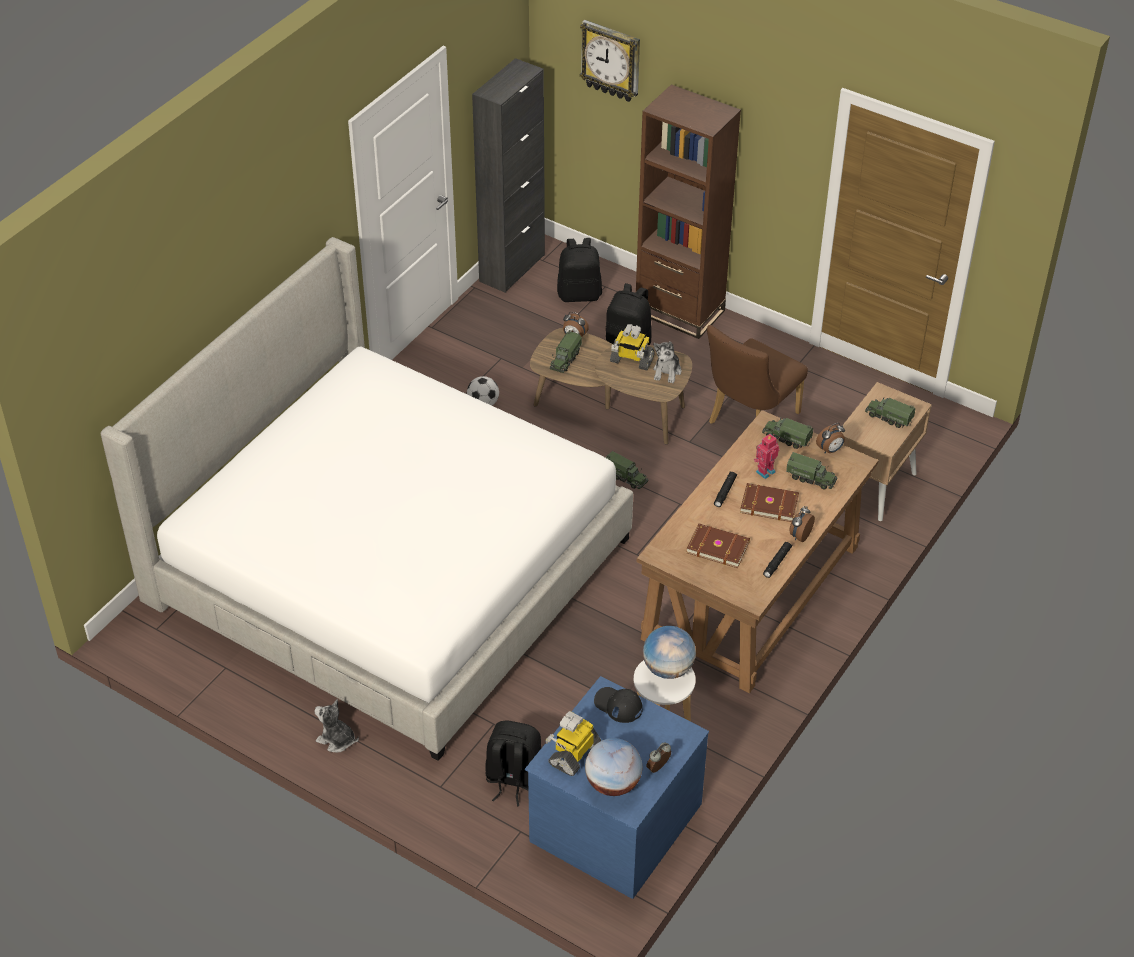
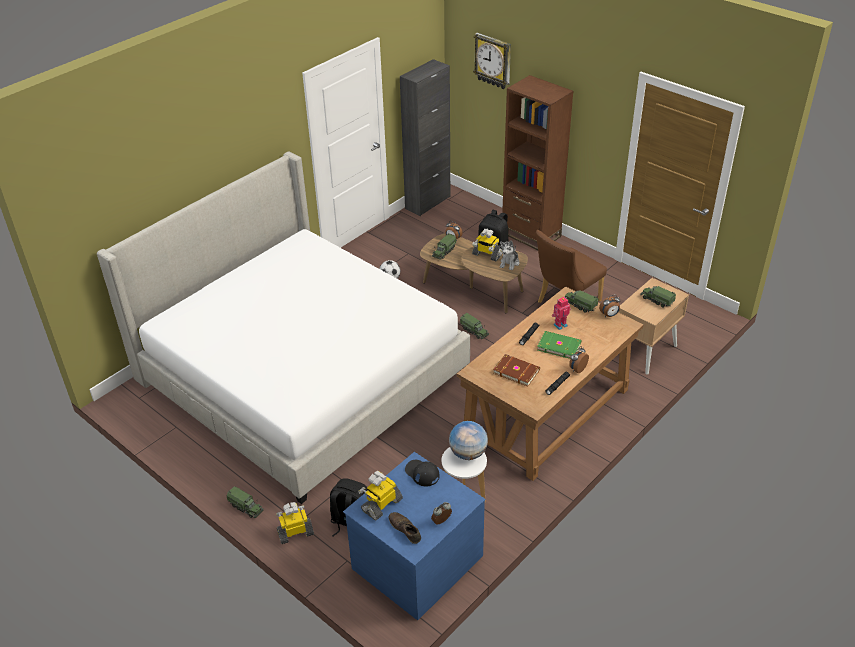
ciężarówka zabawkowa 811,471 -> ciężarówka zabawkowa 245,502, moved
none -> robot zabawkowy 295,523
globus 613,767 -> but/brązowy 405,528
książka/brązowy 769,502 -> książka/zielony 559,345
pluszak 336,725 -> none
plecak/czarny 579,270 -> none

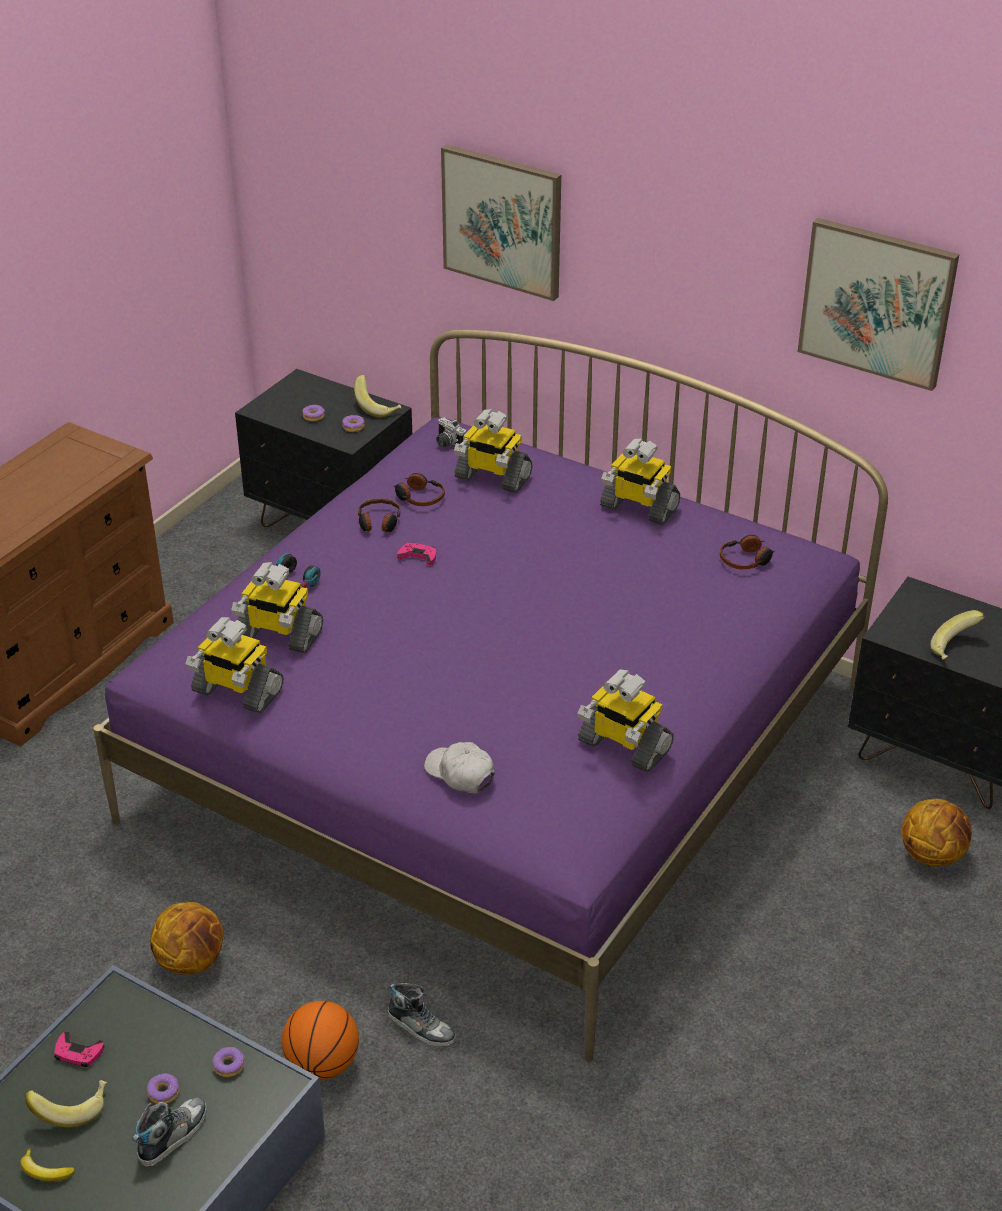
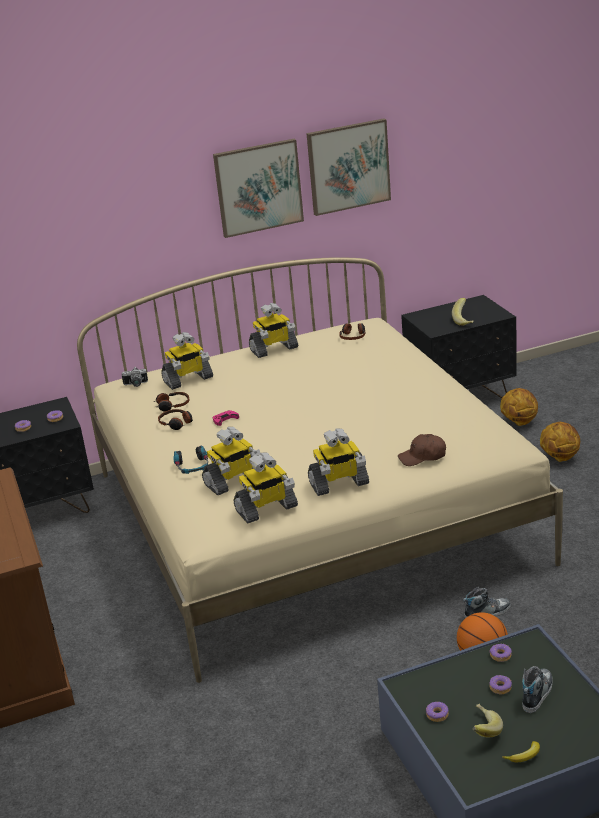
łóżko/fioletowy 490,696 -> łóżko/beżowy 320,470
obraz 501,222 -> obraz 258,188, moved
robot zabawkowy 626,721 -> robot zabawkowy 338,462, moved
czapka z daszkiem/biały 459,768 -> czapka z daszkiem/brązowy 422,450
pad do gier/różowy 79,1049 -> donut 437,712
but 170,1132 -> but 537,689, 45 degrees clockwise
piłka do koszykówki 186,938 -> piłka do koszykówki 560,442, moved
banan 378,396 -> none

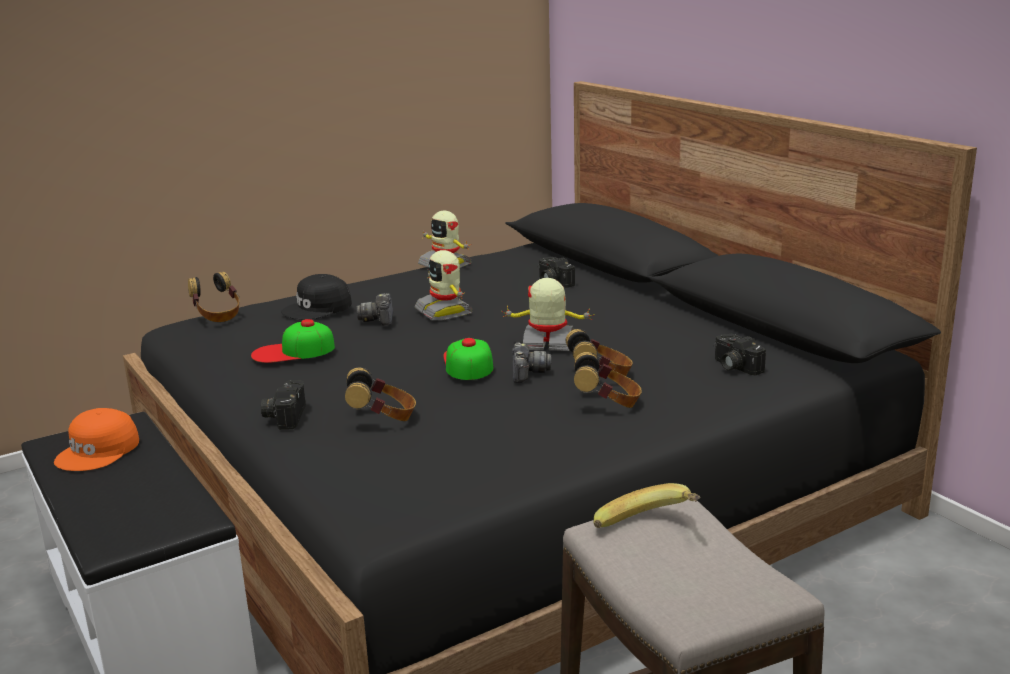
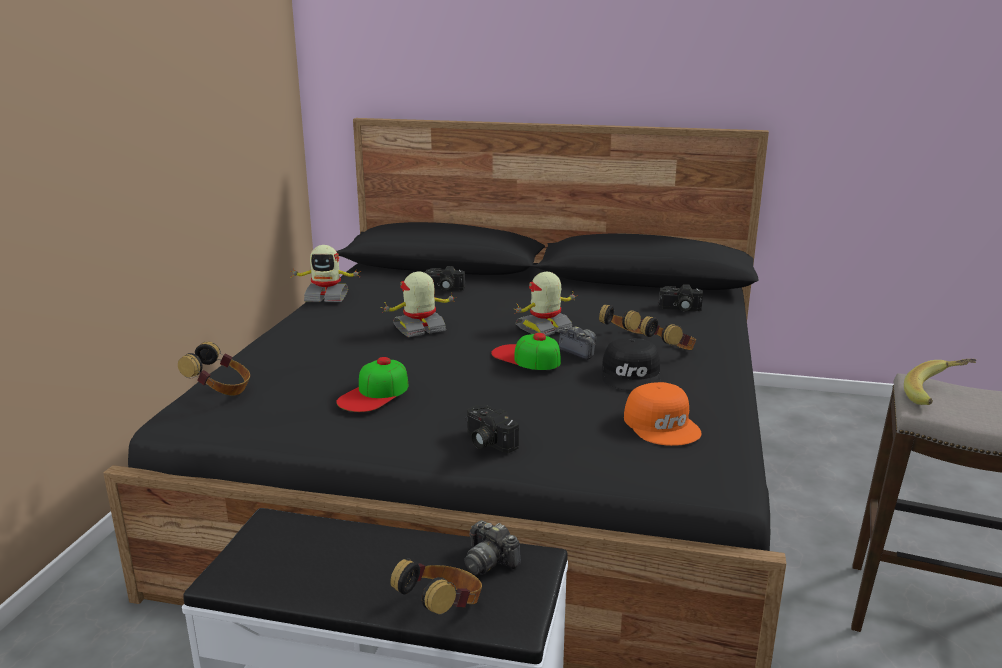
robot zabawkowy 444,285 -> robot zabawkowy 419,304, 135 degrees clockwise
słuchawki 380,394 -> słuchawki 436,587, moved
aparat fotograficzny 374,309 -> aparat fotograficzny 493,547, moved
czapka z daszkiem/czarny 316,296 -> czapka z daszkiem/czarny 631,364, moved
czapka z daszkiem/pomarańczowy 96,439 -> czapka z daszkiem/pomarańczowy 663,414, moved

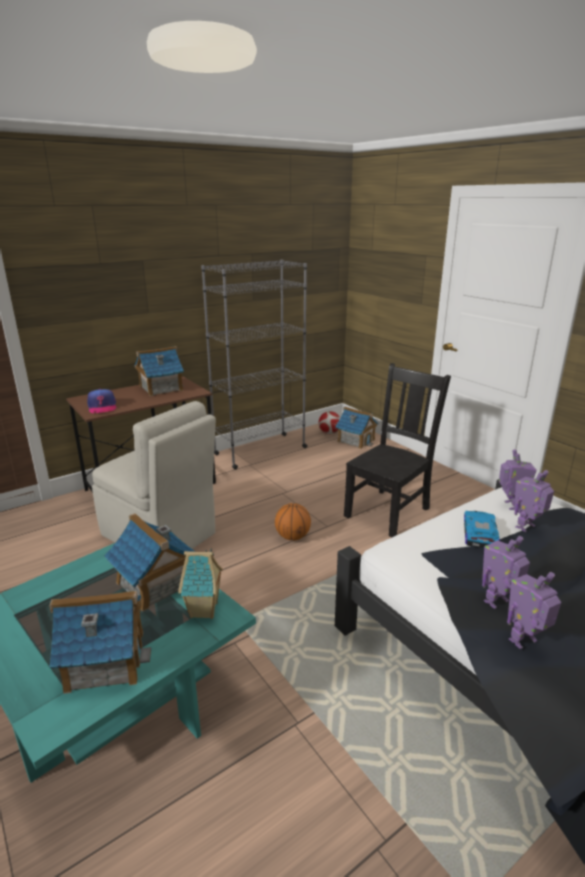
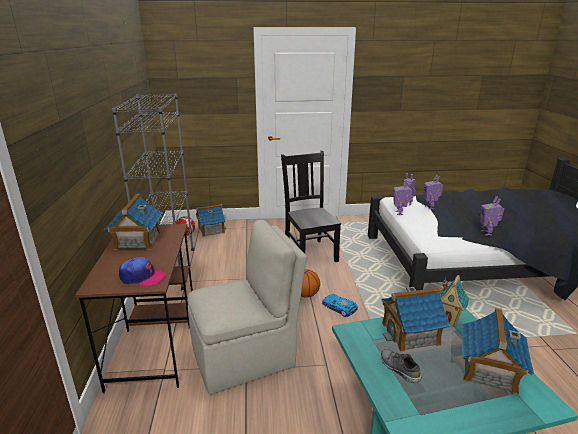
samochodzik 481,530 -> samochodzik 340,305, moved
none -> but/szary 401,366
robot zabawkowy 534,610 -> robot zabawkowy 402,197, moved

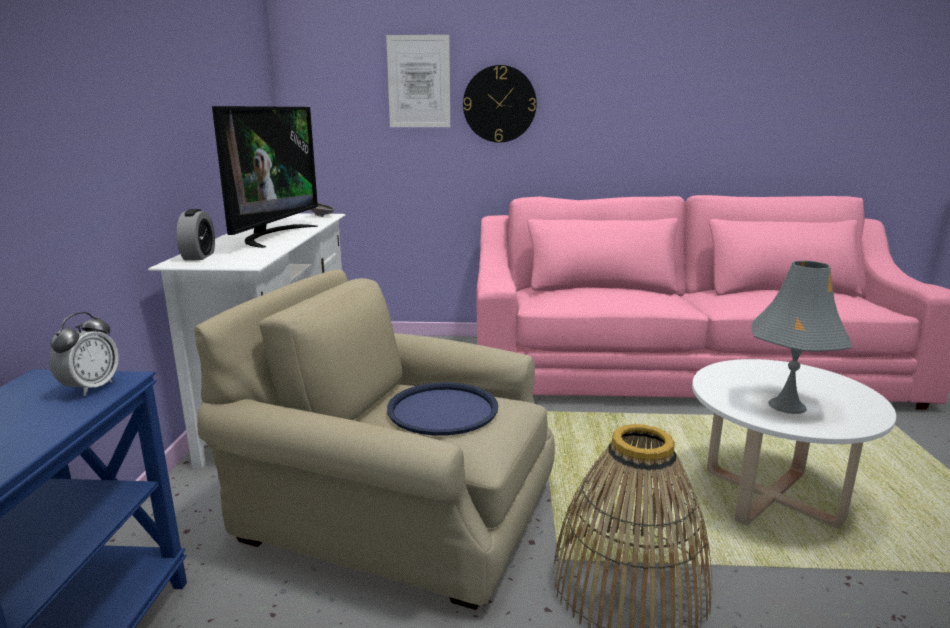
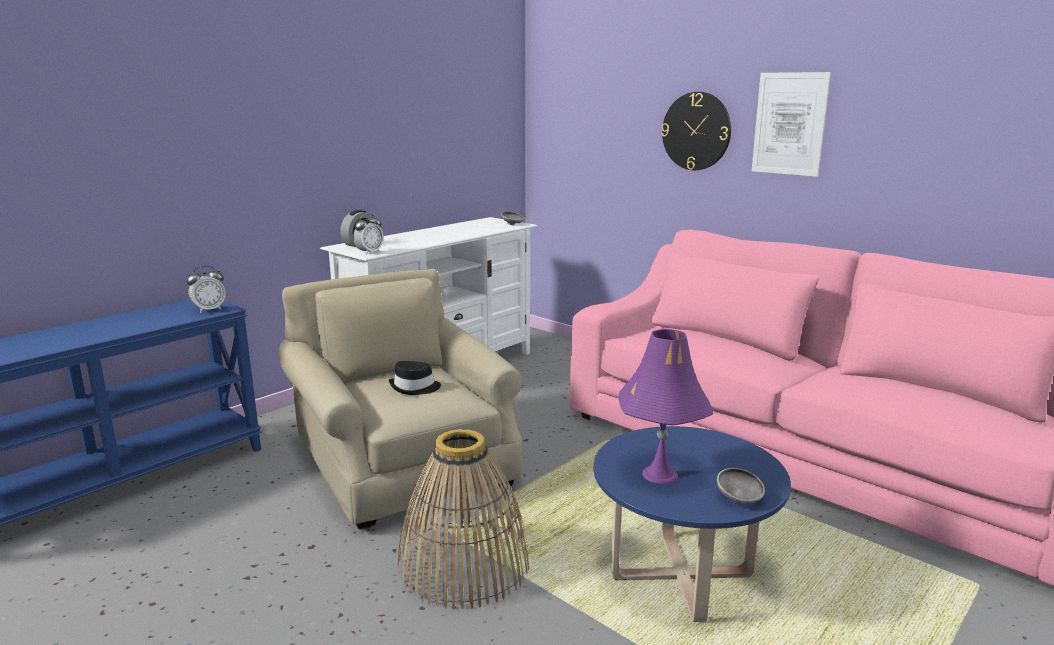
none -> budzik 368,234
taca/niebieski 442,409 -> kapelusz/czarny 415,378
ława/biały 794,444 -> ława/niebieski 692,524
lampa stołowa/szary 801,337 -> lampa stołowa/fioletowy 666,406
none -> miska/szary 741,486
obraz 418,81 -> obraz 791,124, moved
telewizor 265,177 -> none

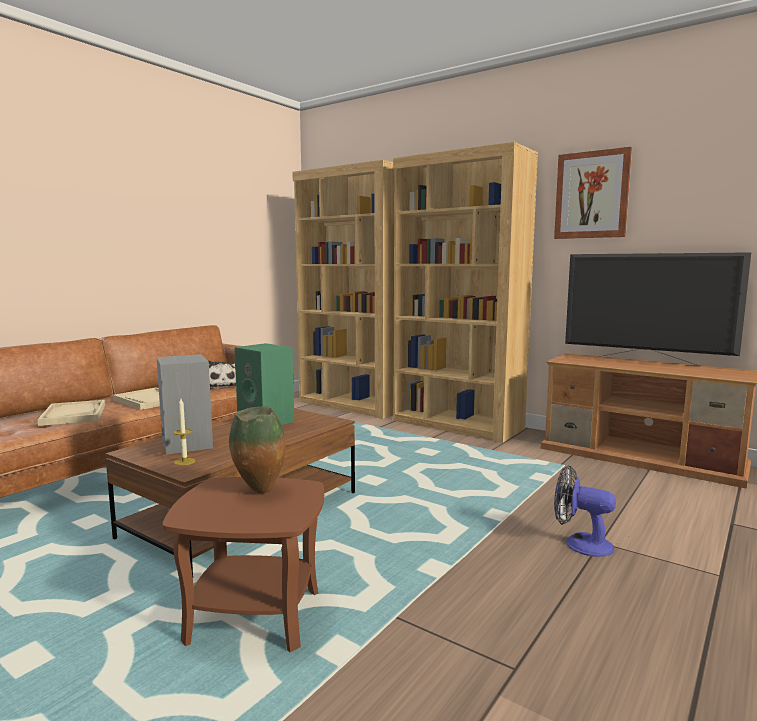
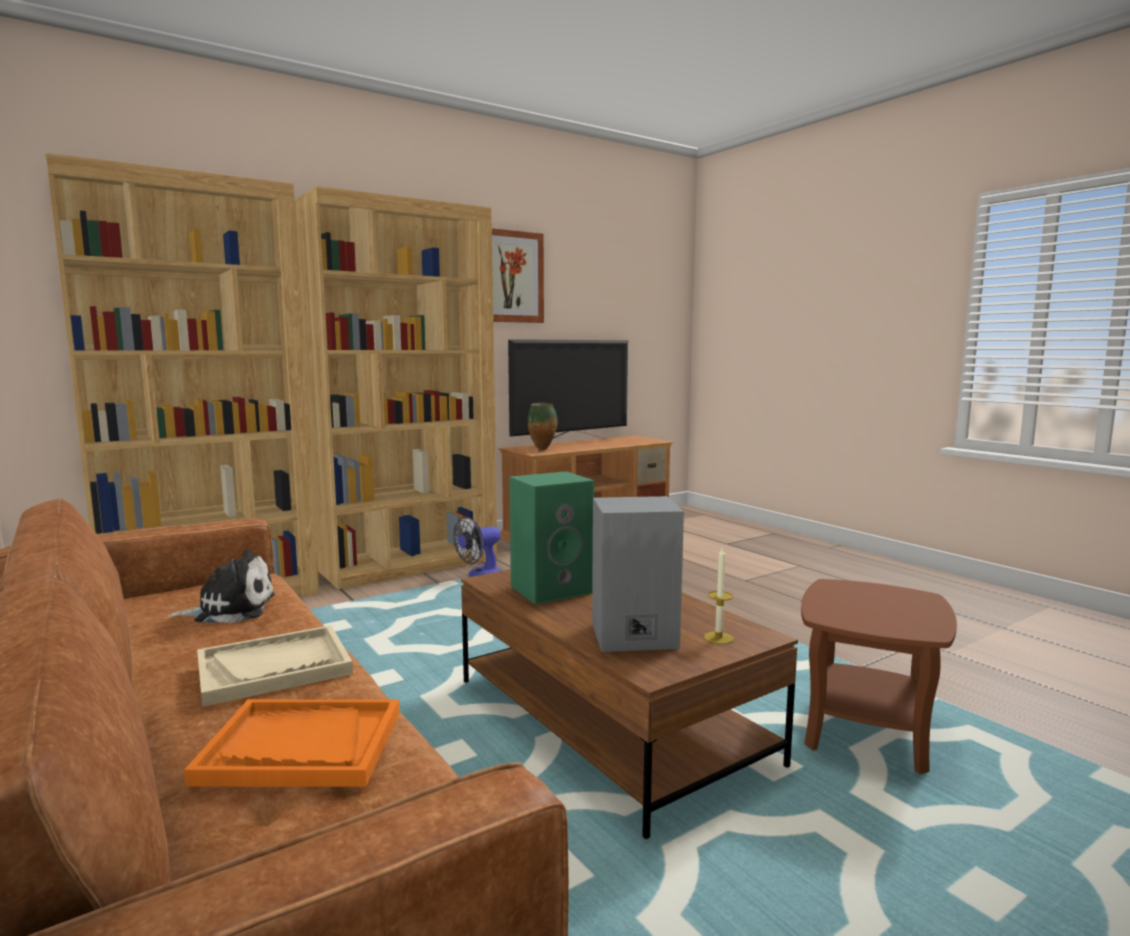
taca/beżowy 71,413 -> taca/pomarańczowy 291,743
wentylator 585,511 -> wentylator 478,546, moved
wazon 257,450 -> wazon 543,426, moved

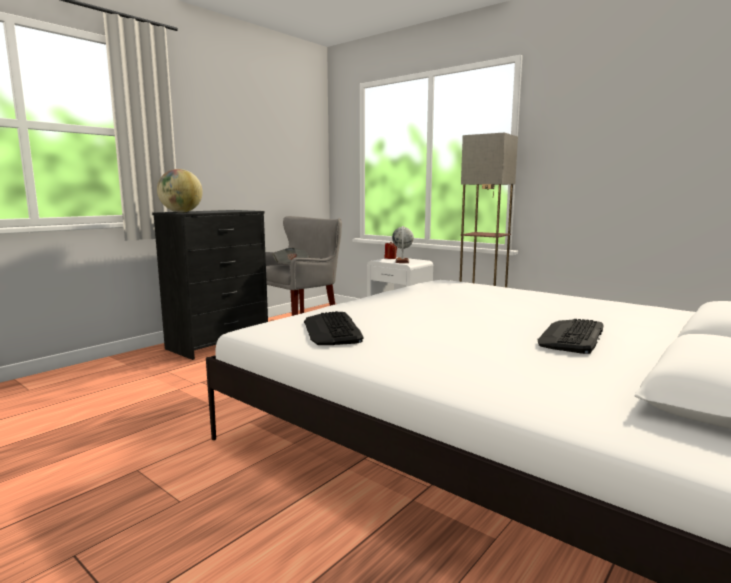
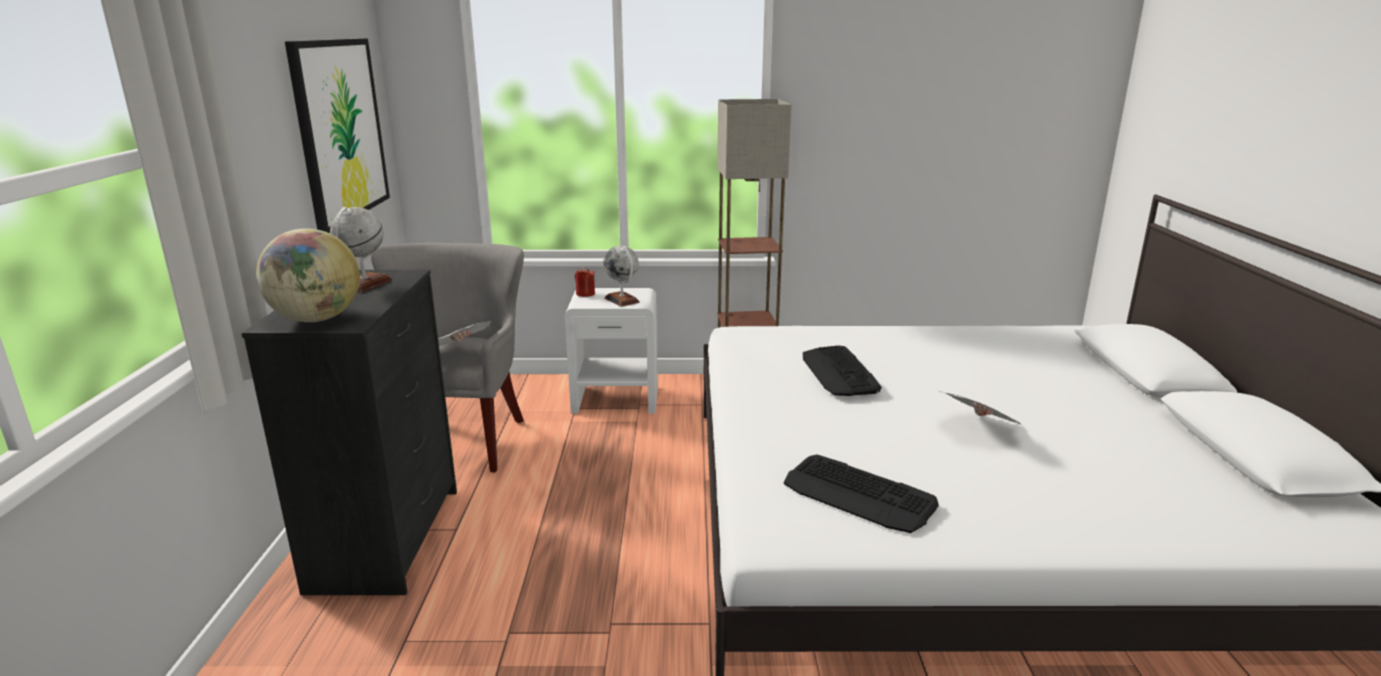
none -> obraz 337,135
none -> globus 361,250
klawiatura 570,336 -> klawiatura 842,371, moved
none -> gazeta 980,408

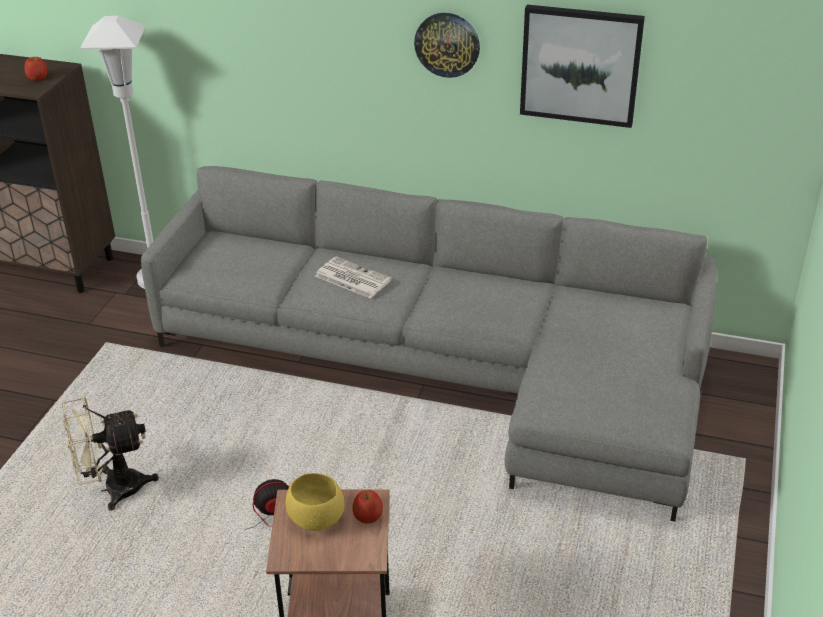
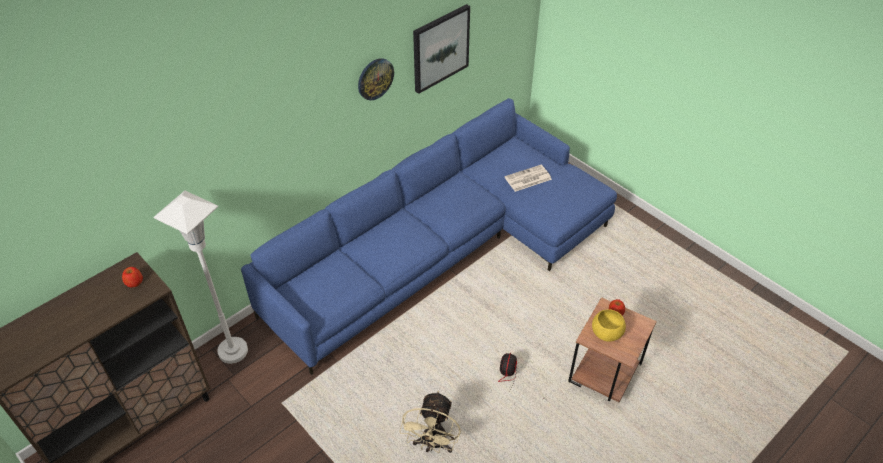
kanapa/szary 429,344 -> kanapa/niebieski 429,236
gazeta 353,277 -> gazeta 528,178, moved

